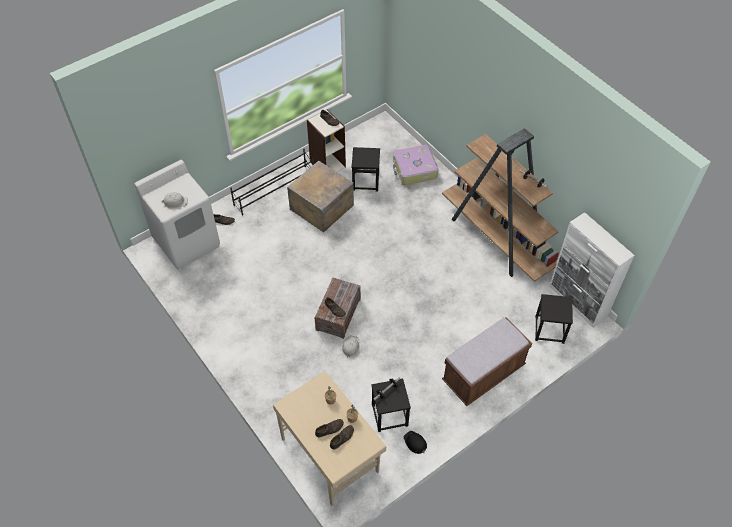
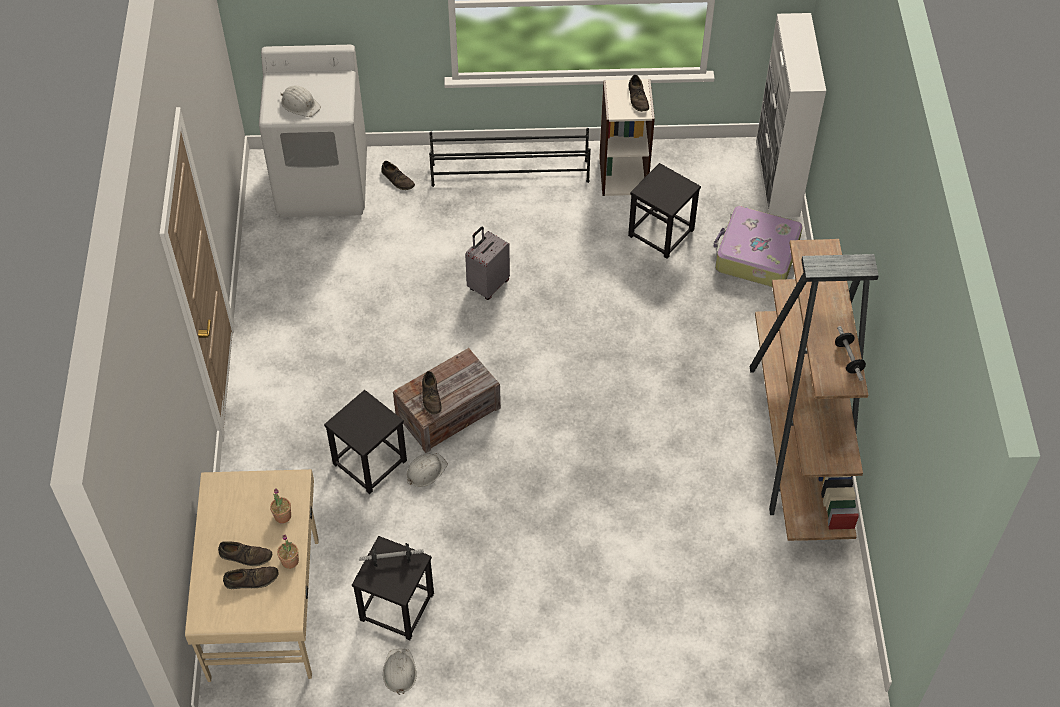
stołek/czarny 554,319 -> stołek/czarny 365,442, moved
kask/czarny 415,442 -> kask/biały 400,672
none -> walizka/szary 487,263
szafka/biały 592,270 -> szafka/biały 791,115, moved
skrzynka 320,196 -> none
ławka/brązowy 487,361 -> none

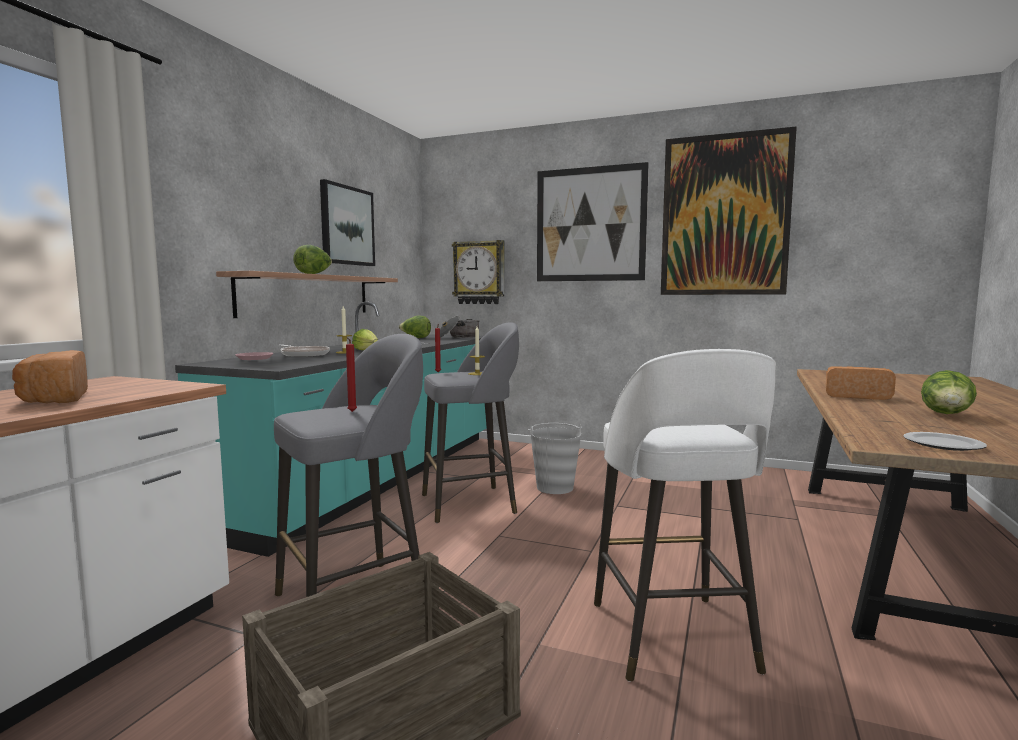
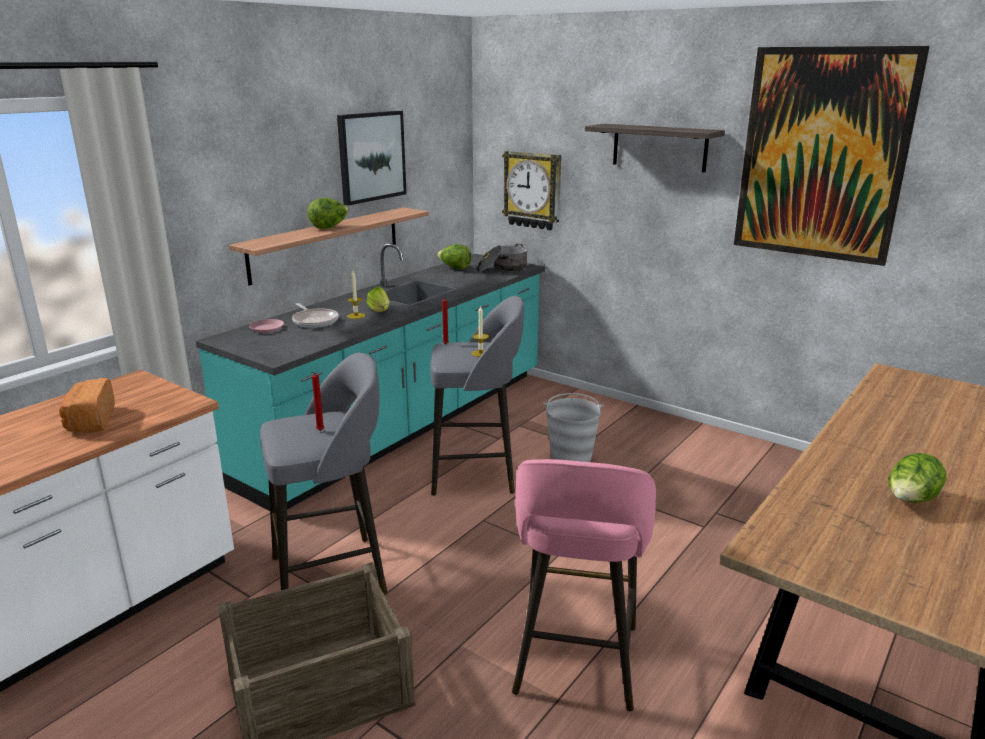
stołek/biały 685,515 -> stołek/różowy 584,585
obraz 593,221 -> półka 655,148
chleb 861,383 -> none
talerz 945,441 -> none

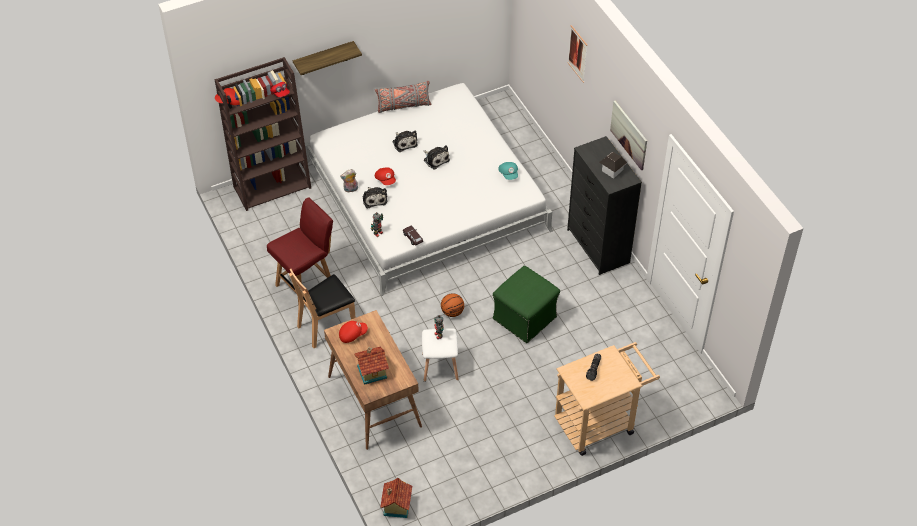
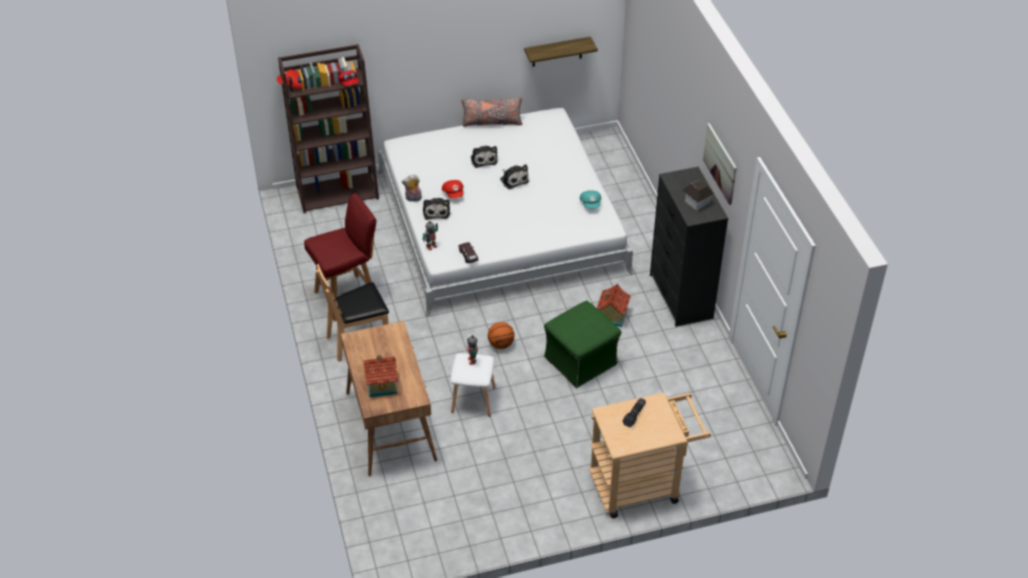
półka 327,58 -> półka 561,52, moved
domek 396,498 -> domek 614,305, moved
czapka z daszkiem/czerwony 353,332 -> none
obraz 578,54 -> none

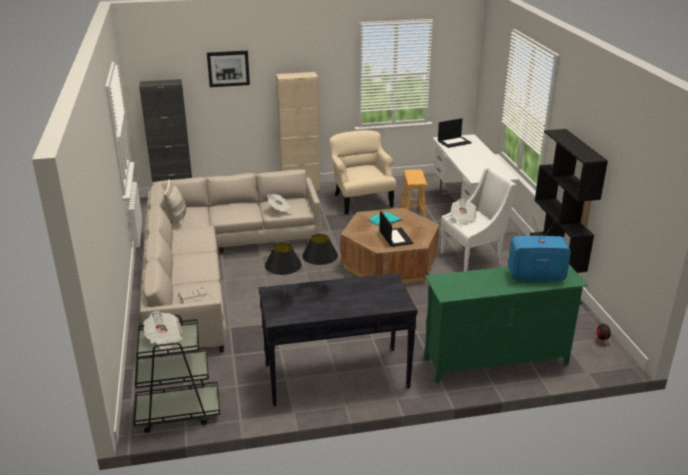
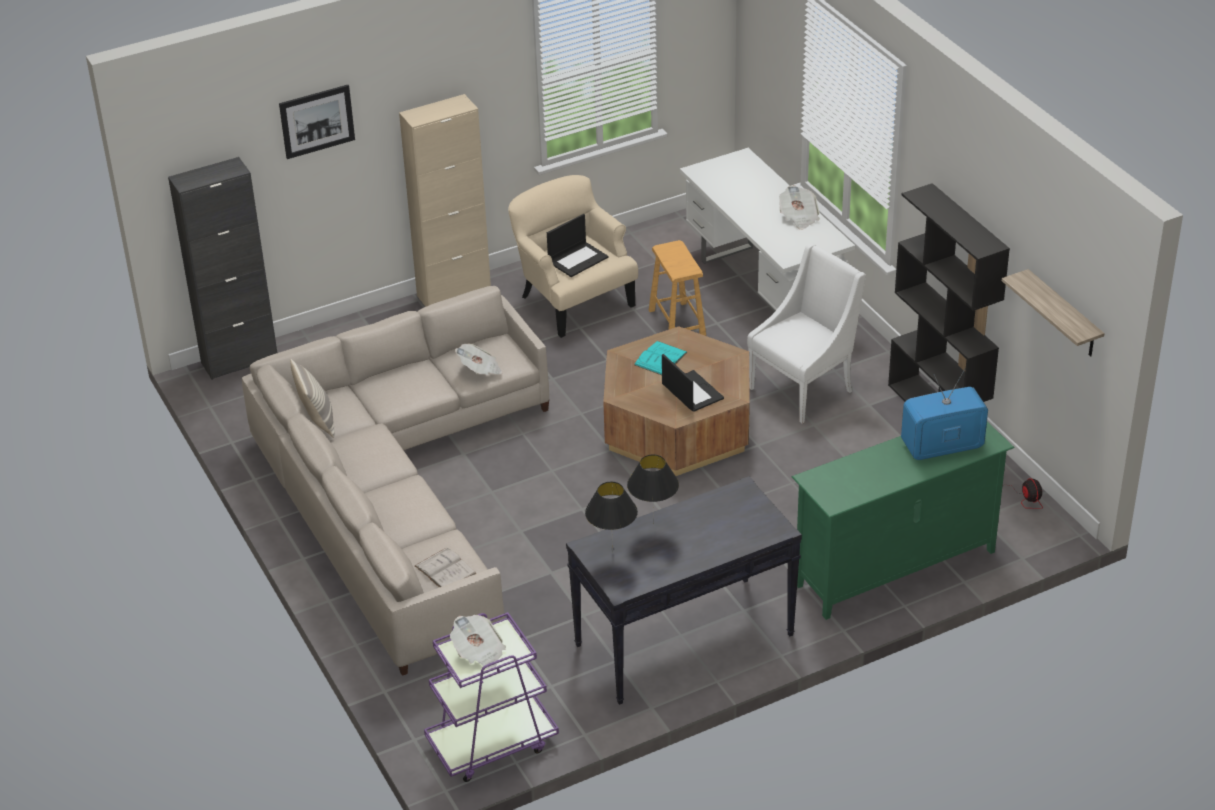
wózek/czarny 176,374 -> wózek/fioletowy 491,697
laptop 455,133 -> laptop 577,245, moved
gazeta 463,212 -> gazeta 799,207, moved
none -> półka 1053,313

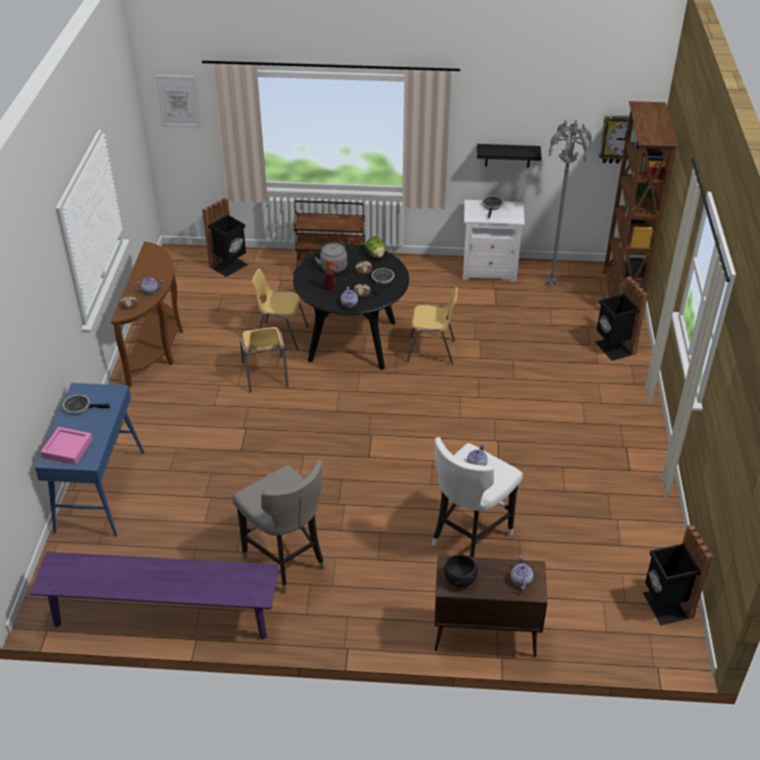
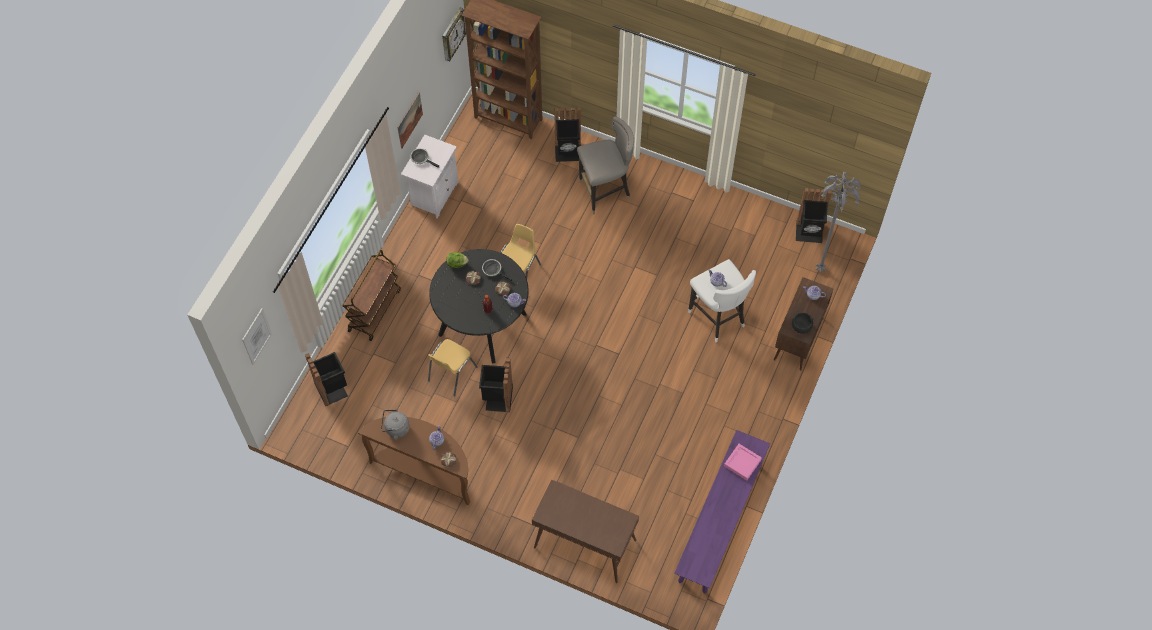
czajnik/szary 331,257 -> czajnik/szary 395,425, moved
półka/czarny 509,156 -> obraz 410,120
krzesło/żółty 264,360 -> kosz na śmieci/czarny 496,385
stolik konsolowy/niebieski 89,460 -> stolik konsolowy/brązowy 585,531
stołek/szary 278,526 -> stołek/szary 605,166, moved
taca/różowy 67,446 -> taca/różowy 743,462, moved
lampa stojąca/szary 568,203 -> lampa stojąca/szary 838,222, moved
patelnia 86,405 -> none

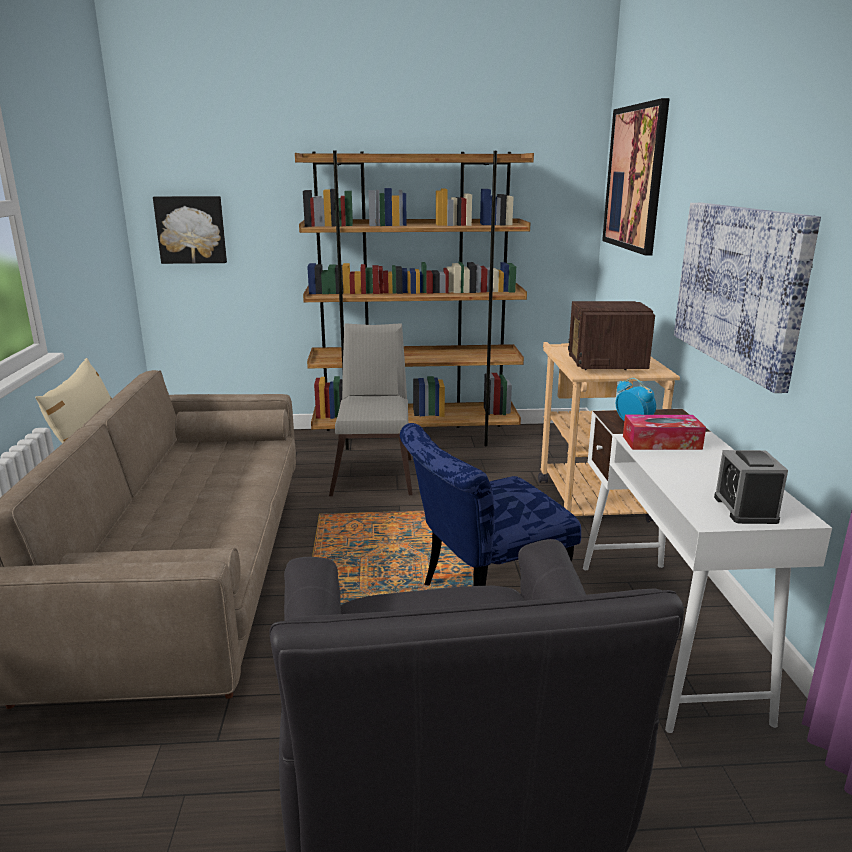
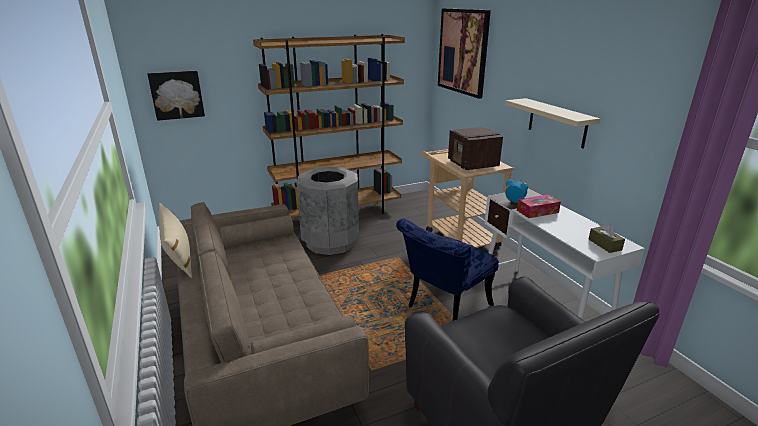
krzesło/szary 371,409 -> kosz na śmieci/szary 327,211
obraz 747,298 -> półka/beżowy 552,123
budzik 751,487 -> pudełko chusteczek/brązowy 606,237

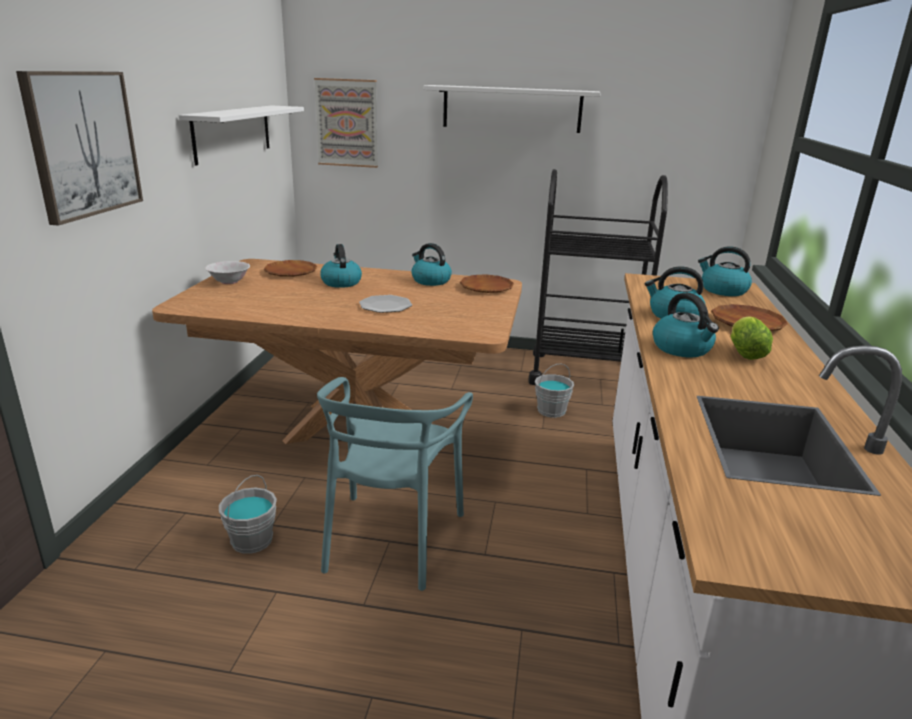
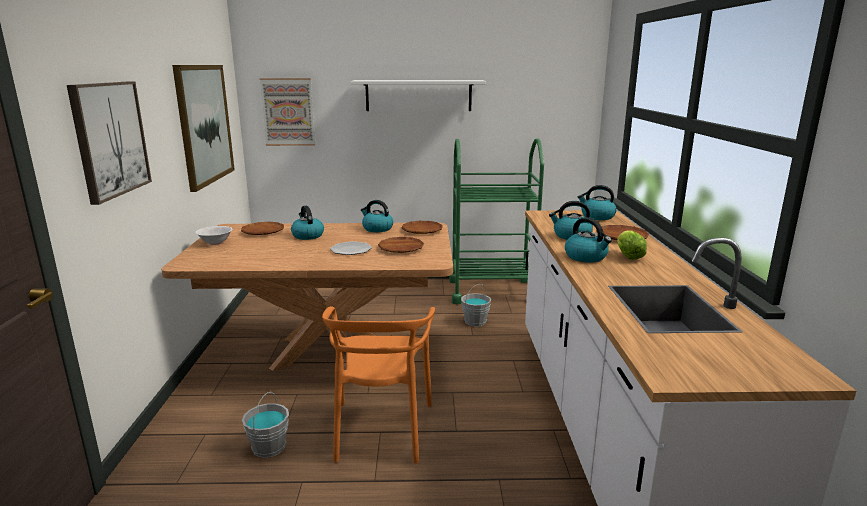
półka/biały 241,135 -> obraz 203,128
krzesło/turkusowy 395,484 -> krzesło/pomarańczowy 378,385
none -> talerz/brązowy 401,245
wózek/czarny 598,277 -> wózek/zielony 496,221

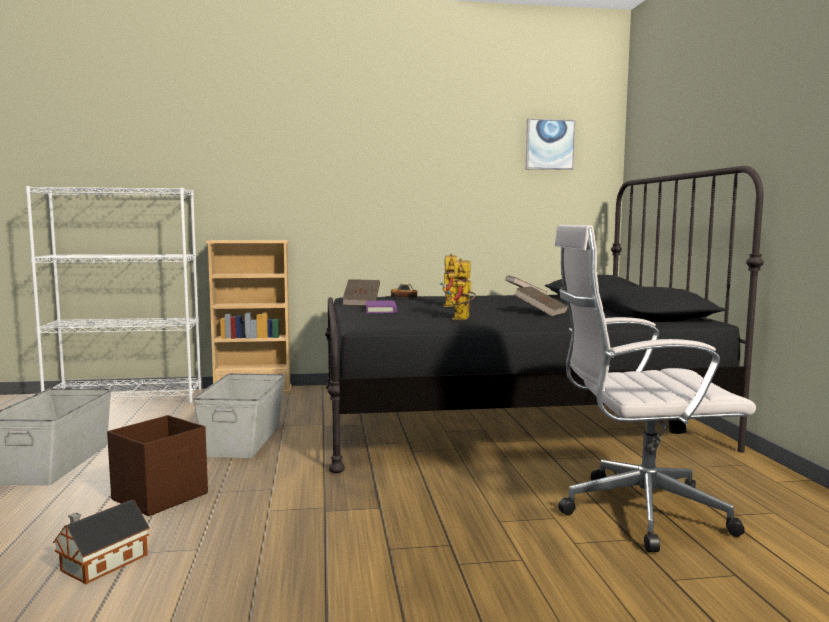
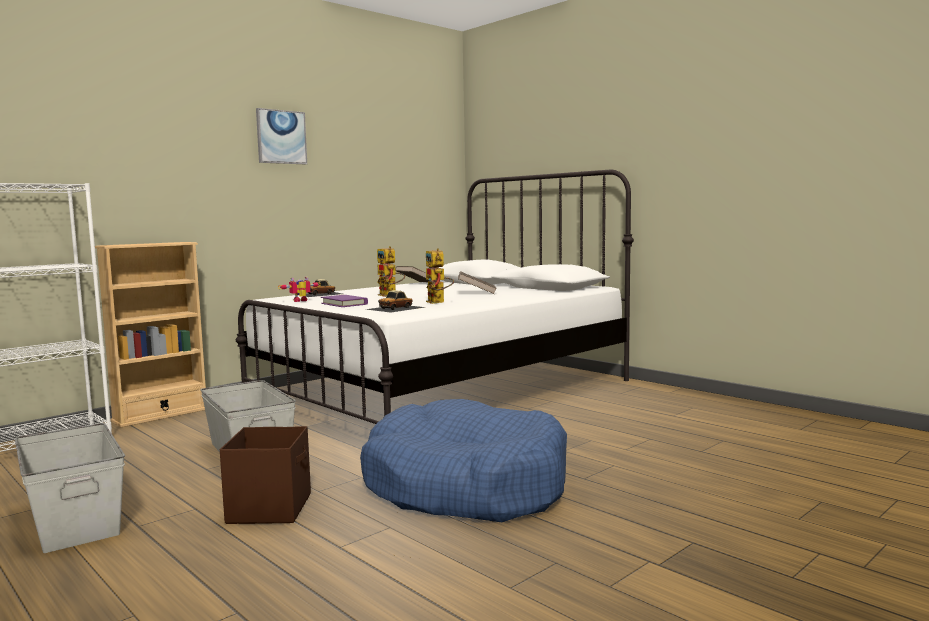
łóżko/czarny 544,319 -> łóżko/biały 435,297
obraz 550,144 -> obraz 281,136, moved
książka/brązowy 361,292 -> robot zabawkowy 299,289
none -> legowisko/niebieski 463,460
none -> samochodzik 395,301
domek 101,542 -> none
krzesło biurowe/biały 655,388 -> none

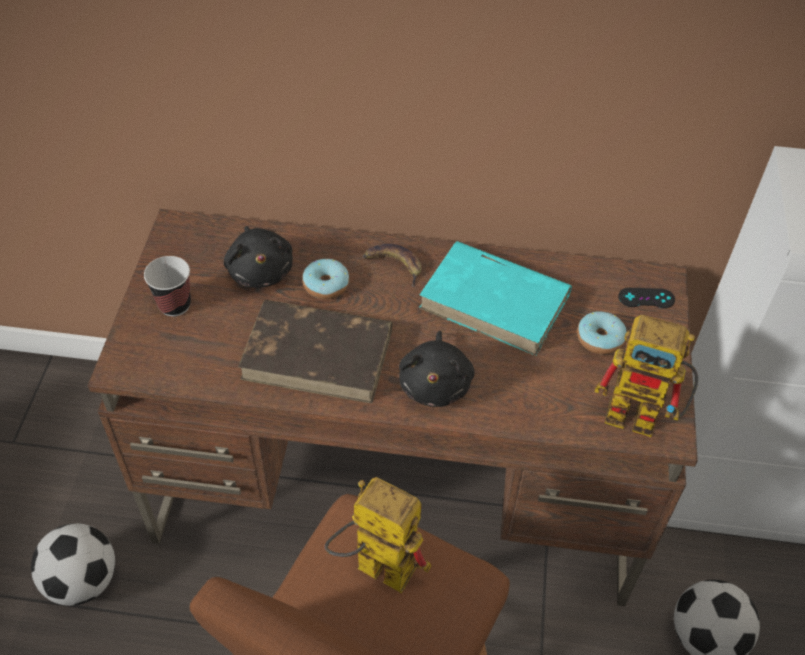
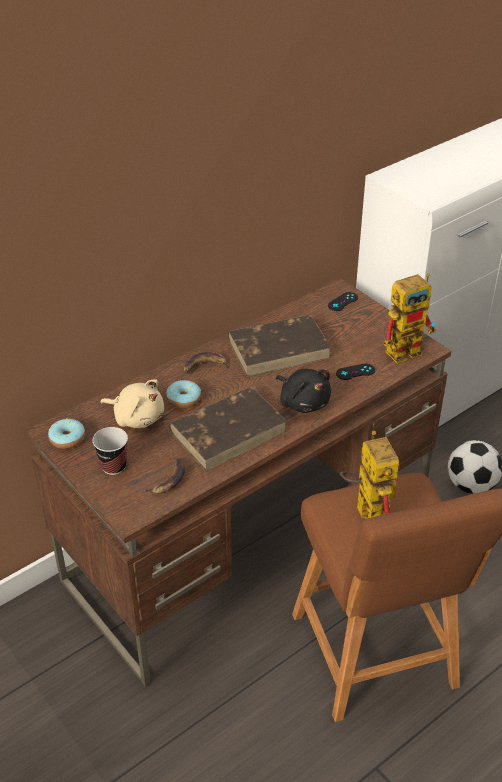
donut 601,333 -> donut 66,433, moved
pluszak/czarny 258,257 -> pluszak/beżowy 132,403
none -> banan 163,476
książka/turkusowy 495,298 -> książka/brązowy 279,346
none -> pad do gier/czarny 355,372
robot zabawkowy 378,535 -> robot zabawkowy 369,475, 90 degrees clockwise
piłka futbolowa 73,564 -> none

